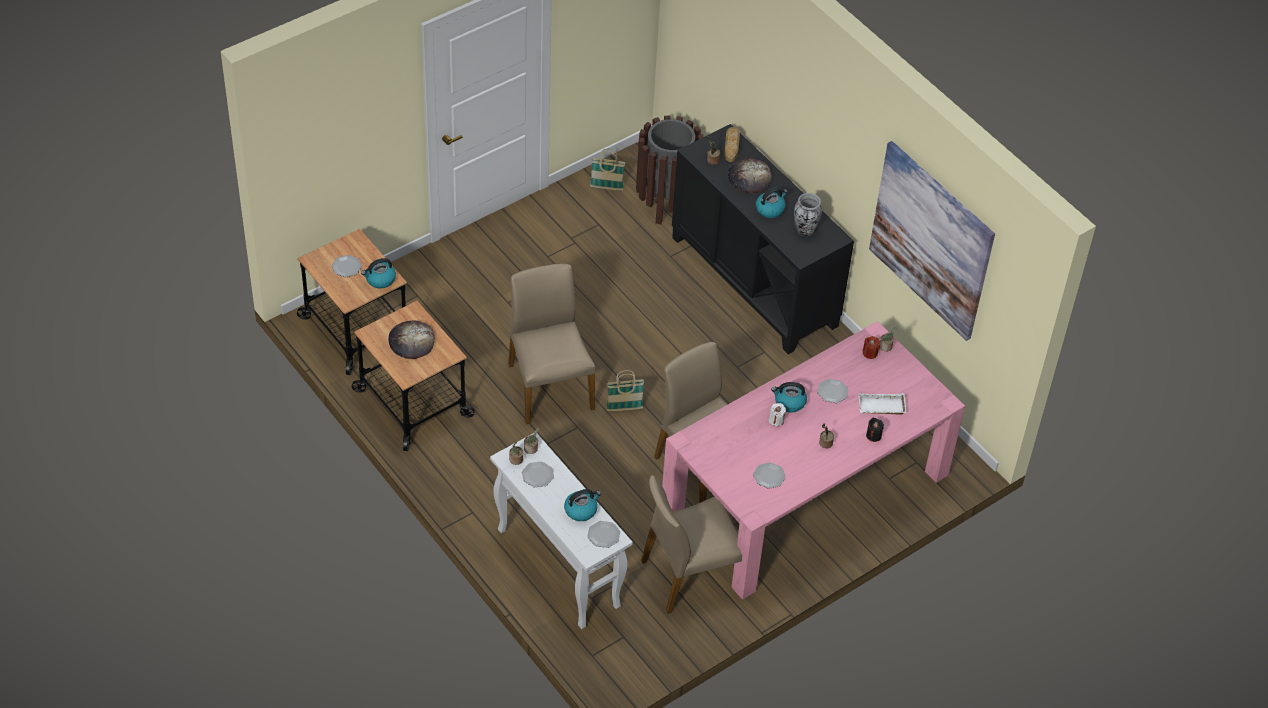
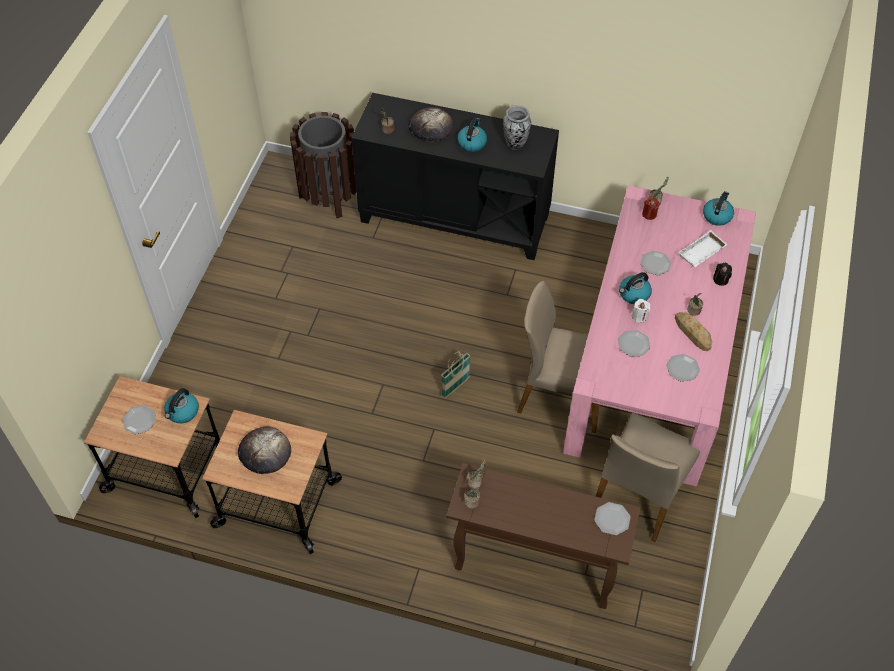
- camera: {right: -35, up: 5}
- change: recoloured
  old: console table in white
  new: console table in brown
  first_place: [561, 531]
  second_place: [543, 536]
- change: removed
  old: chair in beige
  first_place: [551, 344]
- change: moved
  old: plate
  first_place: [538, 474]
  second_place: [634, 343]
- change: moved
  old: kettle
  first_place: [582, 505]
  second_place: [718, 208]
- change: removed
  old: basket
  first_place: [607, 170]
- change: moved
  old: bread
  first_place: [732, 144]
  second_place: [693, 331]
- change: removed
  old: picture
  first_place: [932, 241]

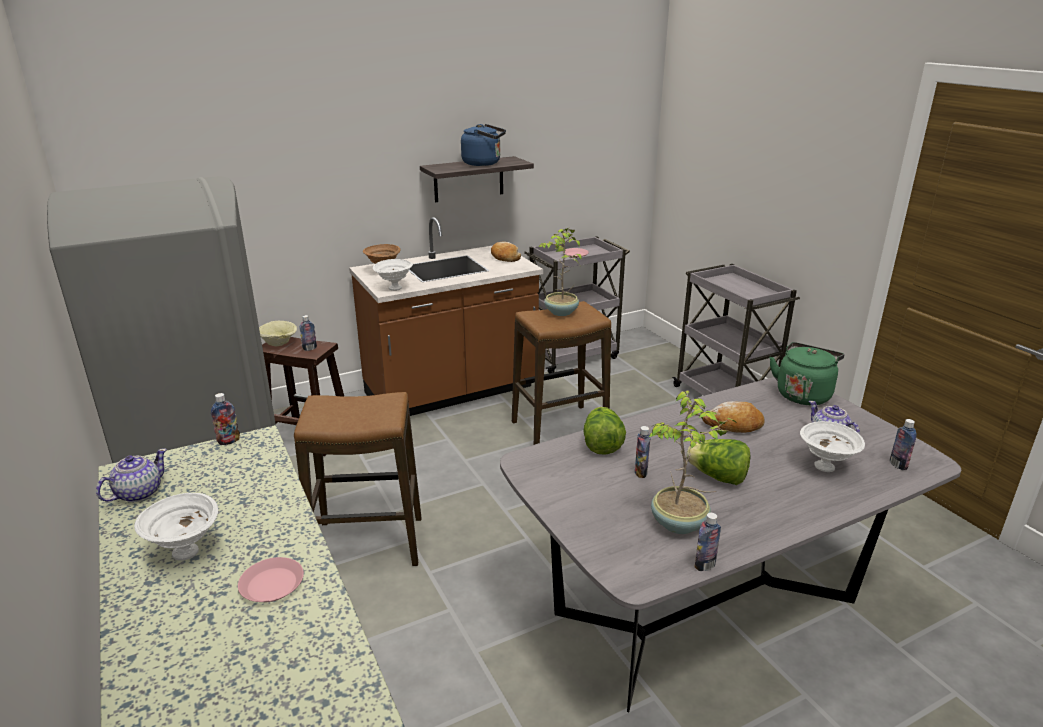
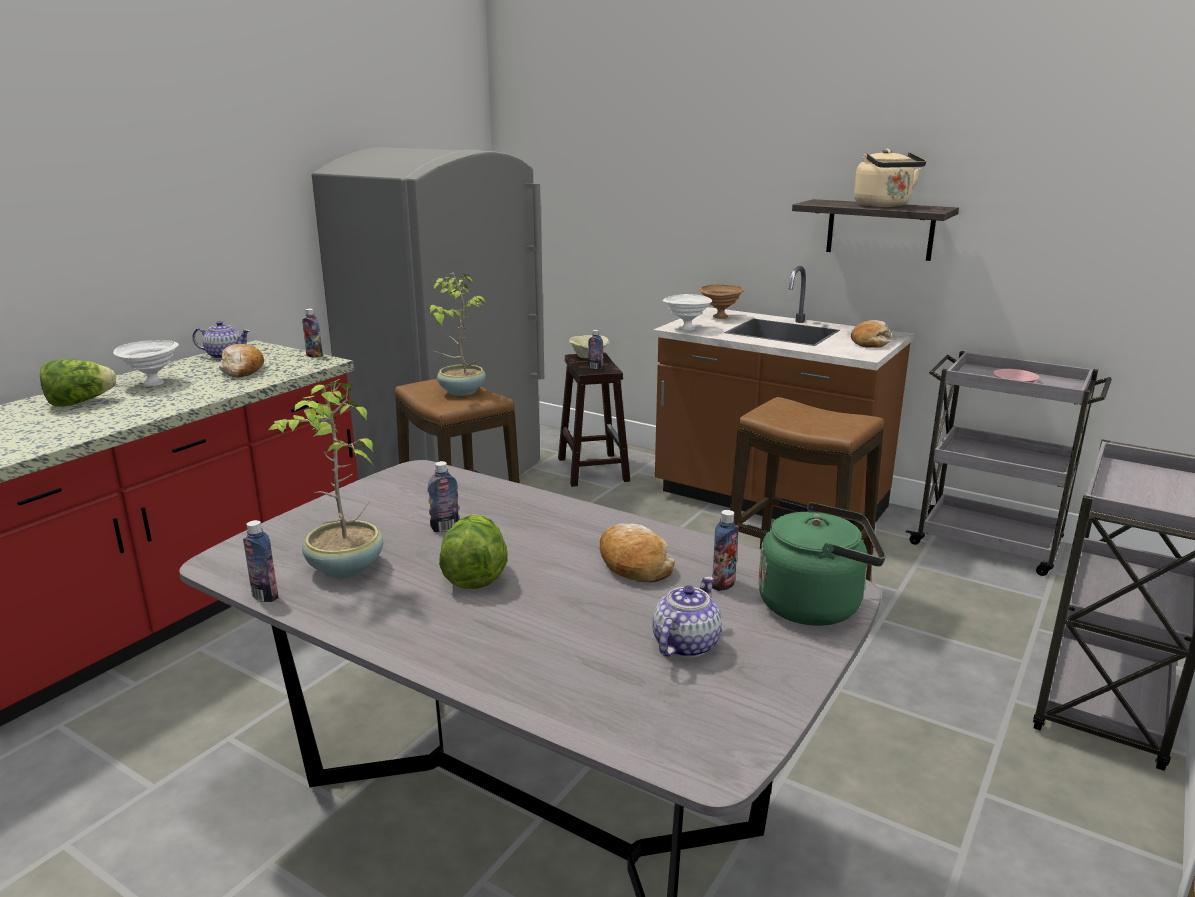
- camera: {right: 60, up: -5}
- change: removed
  old: plate in pink
  first_place: [271, 579]
- change: recoloured
  old: kettle in blue
  new: kettle in beige
  first_place: [483, 145]
  second_place: [890, 178]
- change: moved
  old: potted plant
  first_place: [559, 271]
  second_place: [458, 334]
- change: moved
  old: lettuce
  first_place: [605, 431]
  second_place: [78, 382]
- change: removed
  old: bowl in white
  first_place: [832, 446]
- change: moved
  old: bottle
  first_place: [903, 444]
  second_place: [725, 550]
- change: added
  new: bread
  second_place: [241, 361]

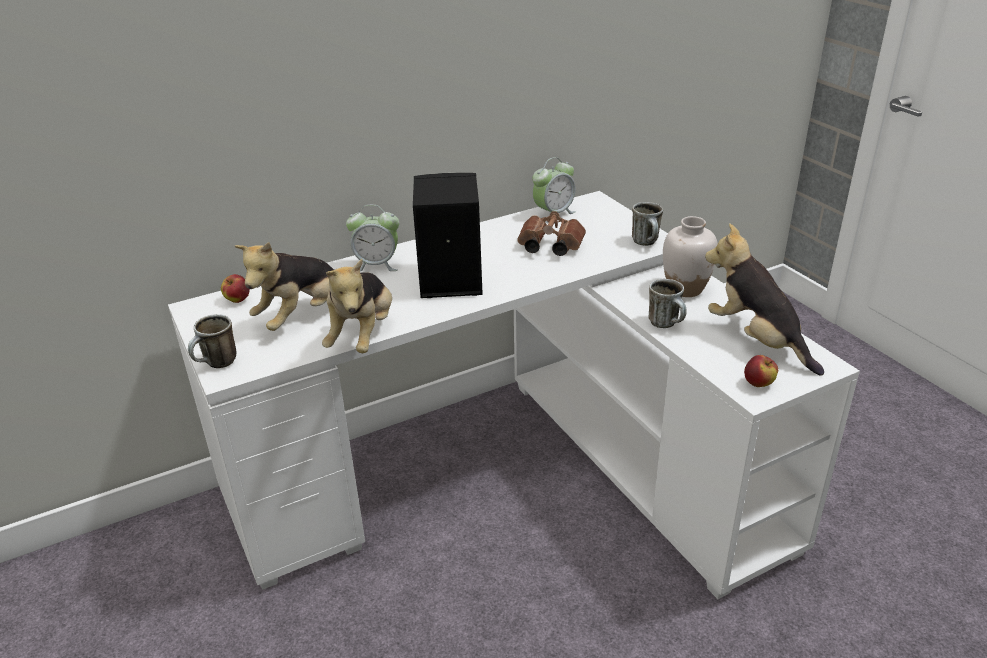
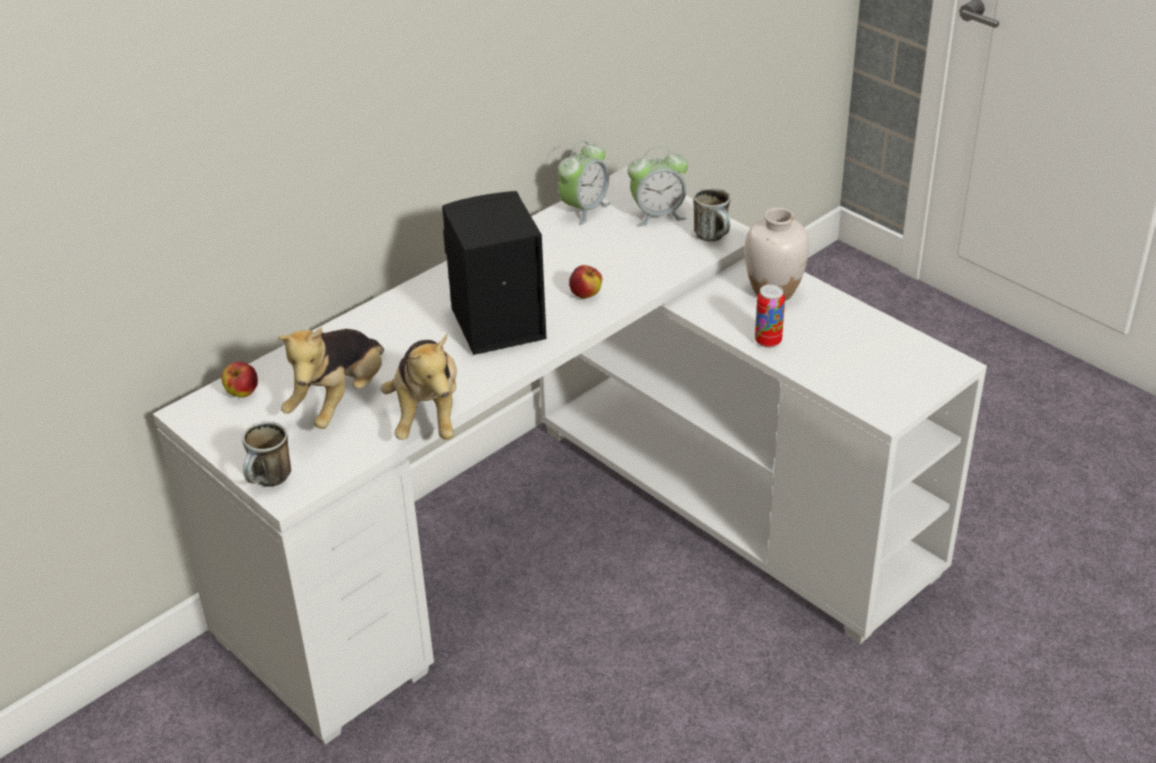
- camera: {right: -15, up: 5}
- change: moved
  old: alarm clock
  first_place: [372, 238]
  second_place: [657, 186]
- change: removed
  old: binoculars in brown
  first_place: [551, 233]
- change: replaced
  old: mug
  new: can
  first_place: [667, 303]
  second_place: [770, 316]
- change: removed
  old: plush toy
  first_place: [764, 300]
- change: moved
  old: apple
  first_place: [761, 371]
  second_place: [585, 282]

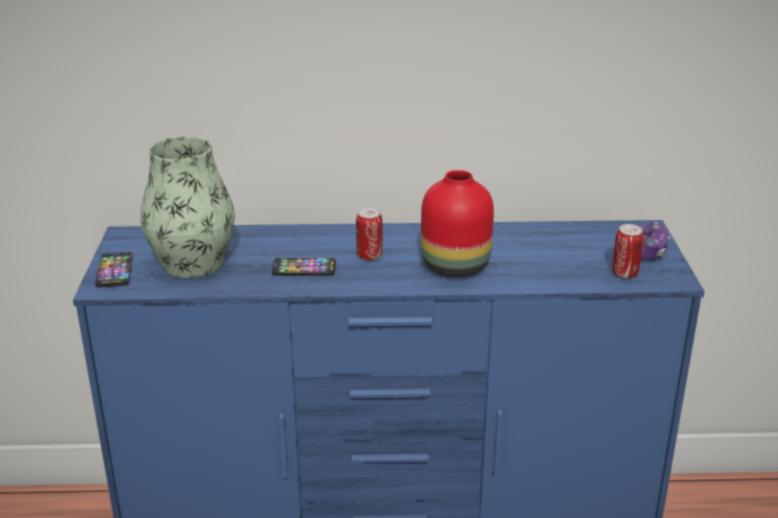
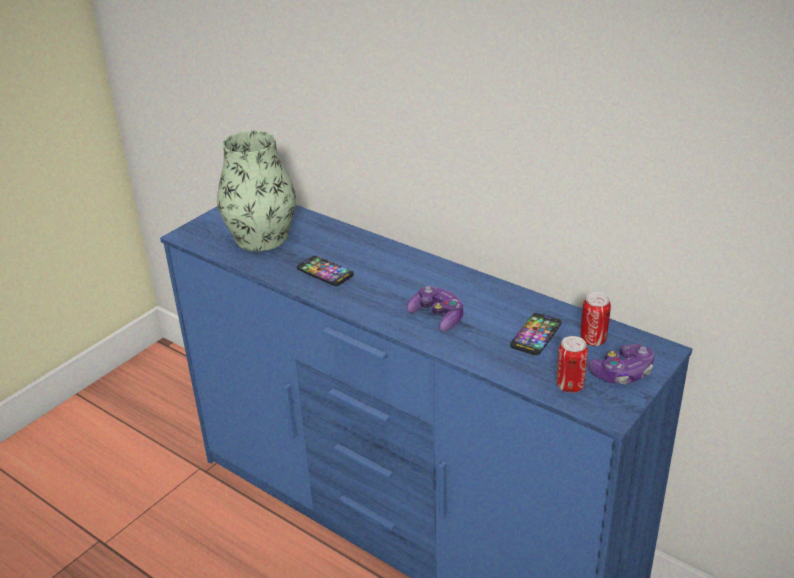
- camera: {right: 40, up: 5}
- change: moved
  old: phone
  first_place: [114, 269]
  second_place: [536, 334]
- change: moved
  old: can
  first_place: [369, 234]
  second_place: [596, 319]
- change: replaced
  old: vase in red
  new: game controller
  first_place: [457, 223]
  second_place: [434, 308]

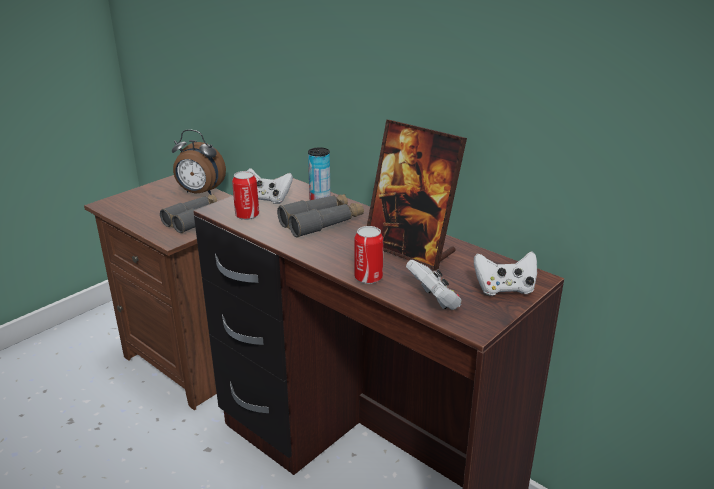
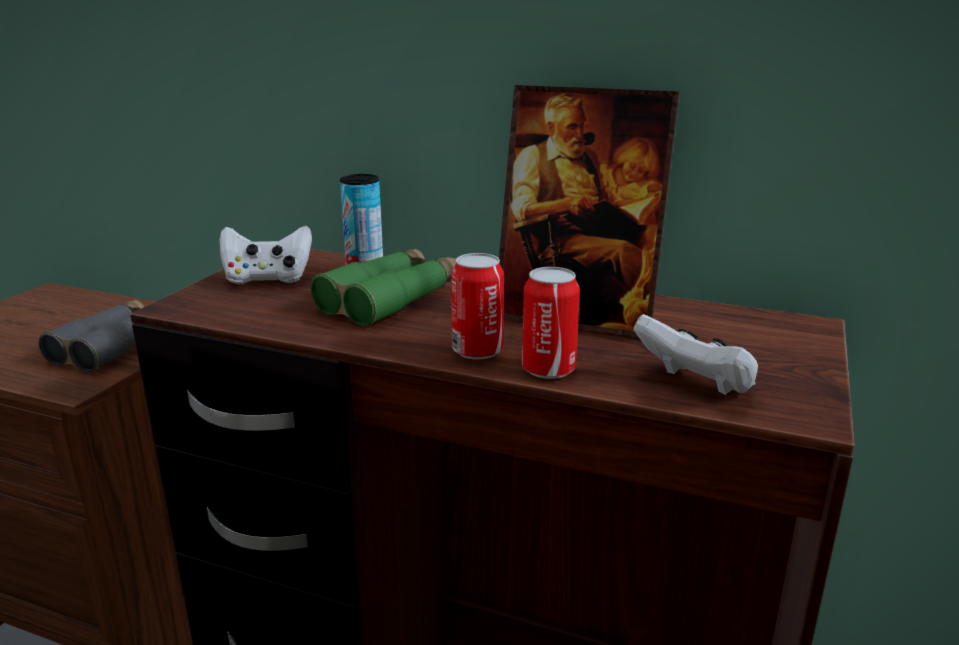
- camera: {right: -20, up: -5}
- change: removed
  old: alarm clock
  first_place: [199, 162]
- change: moved
  old: can
  first_place: [245, 195]
  second_place: [477, 306]
- change: recoloured
  old: binoculars in grey
  new: binoculars in green
  first_place: [320, 216]
  second_place: [383, 288]
- change: removed
  old: game controller in white
  first_place: [505, 273]

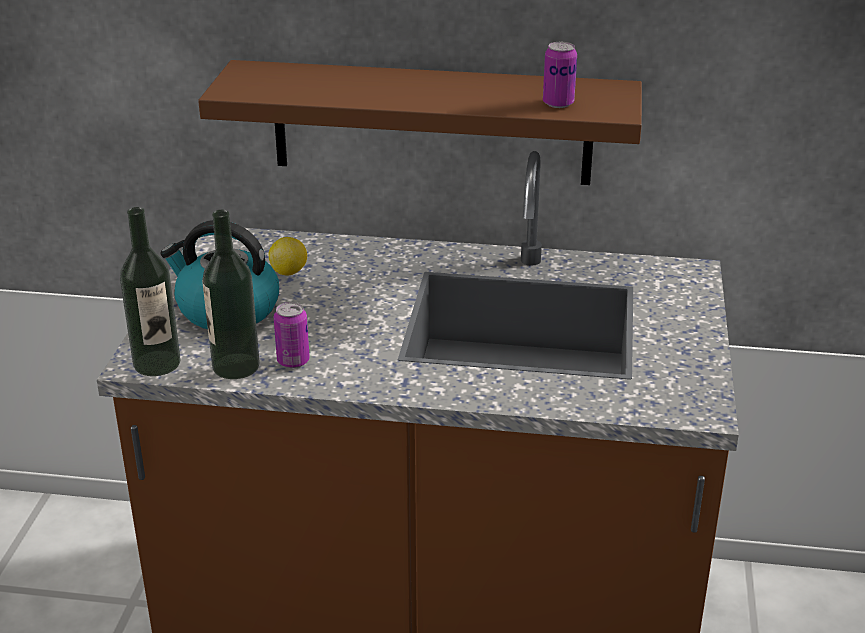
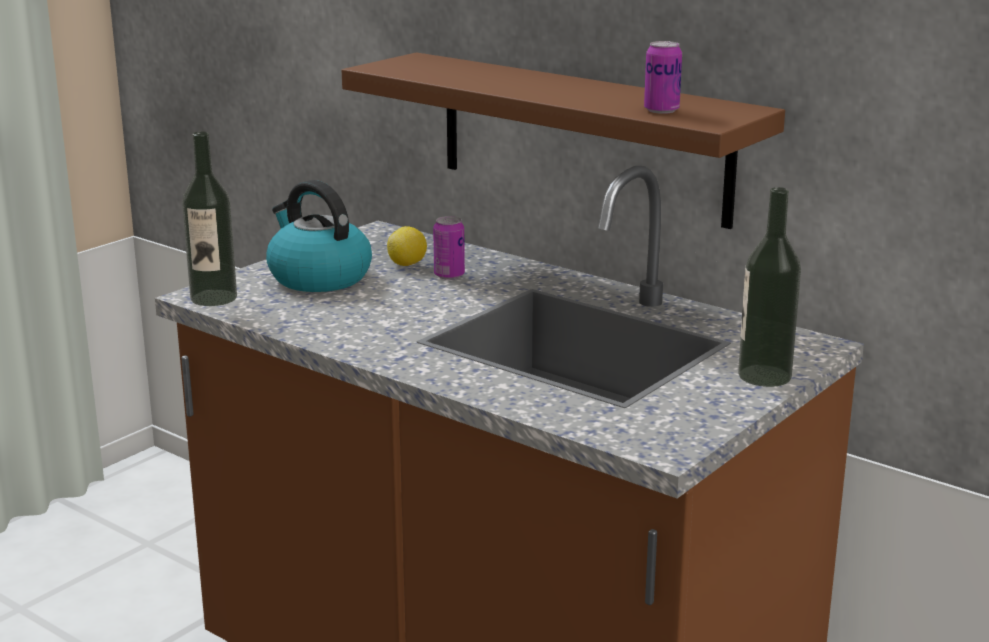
- camera: {right: 30, up: -10}
- change: moved
  old: bottle
  first_place: [231, 294]
  second_place: [769, 287]
- change: moved
  old: can
  first_place: [292, 335]
  second_place: [449, 248]

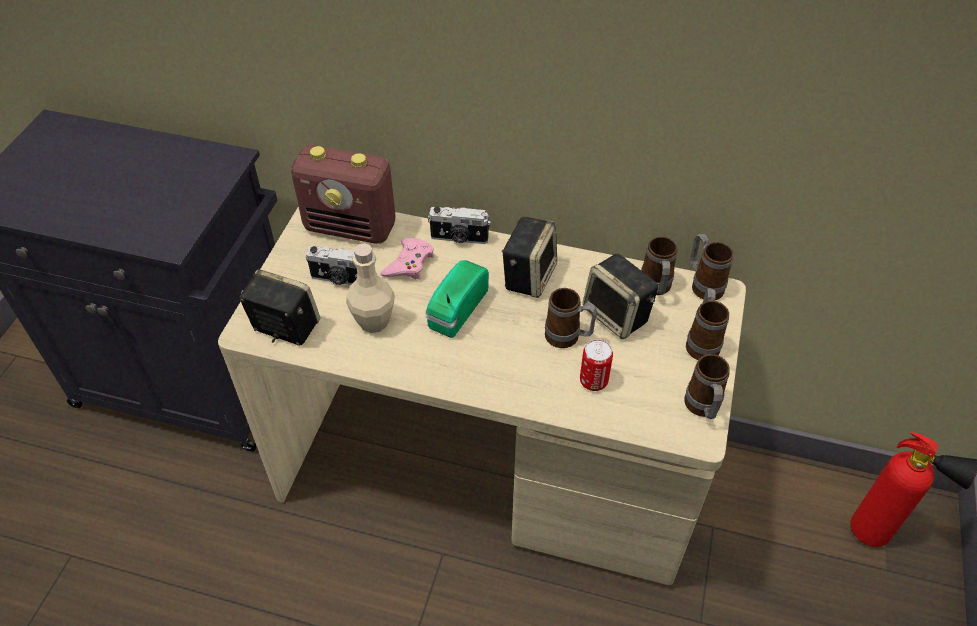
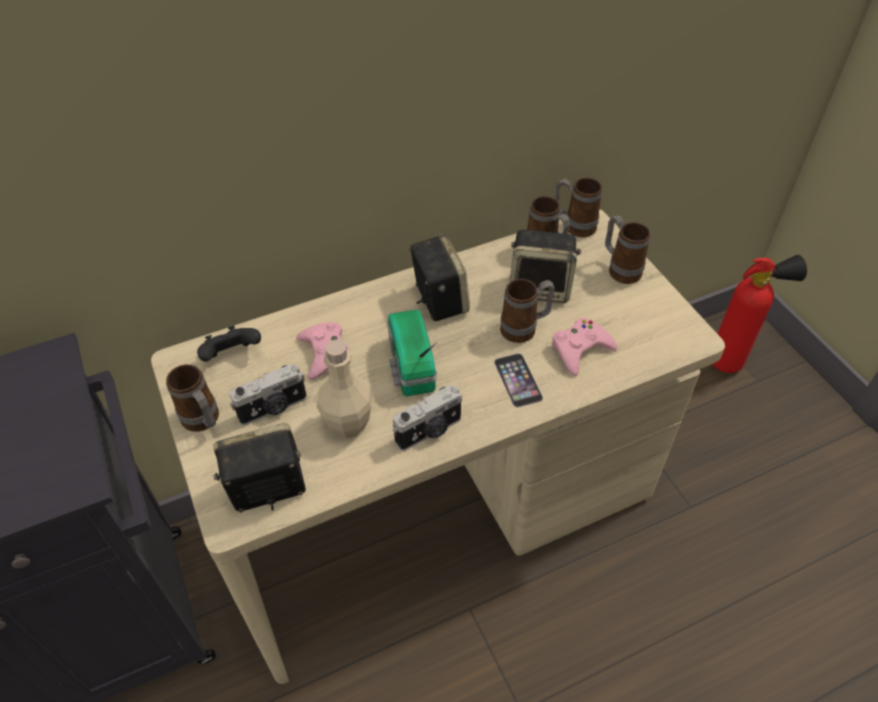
- camera: {right: -40, up: 0}
- change: replaced
  old: radio
  new: game controller in black
  first_place: [343, 194]
  second_place: [229, 344]
- change: moved
  old: photo camera
  first_place: [459, 225]
  second_place: [427, 418]
- change: replaced
  old: can
  new: game controller in pink
  first_place: [596, 365]
  second_place: [584, 347]
- change: moved
  old: mug
  first_place: [707, 386]
  second_place: [192, 398]
- change: added
  new: phone
  second_place: [518, 380]

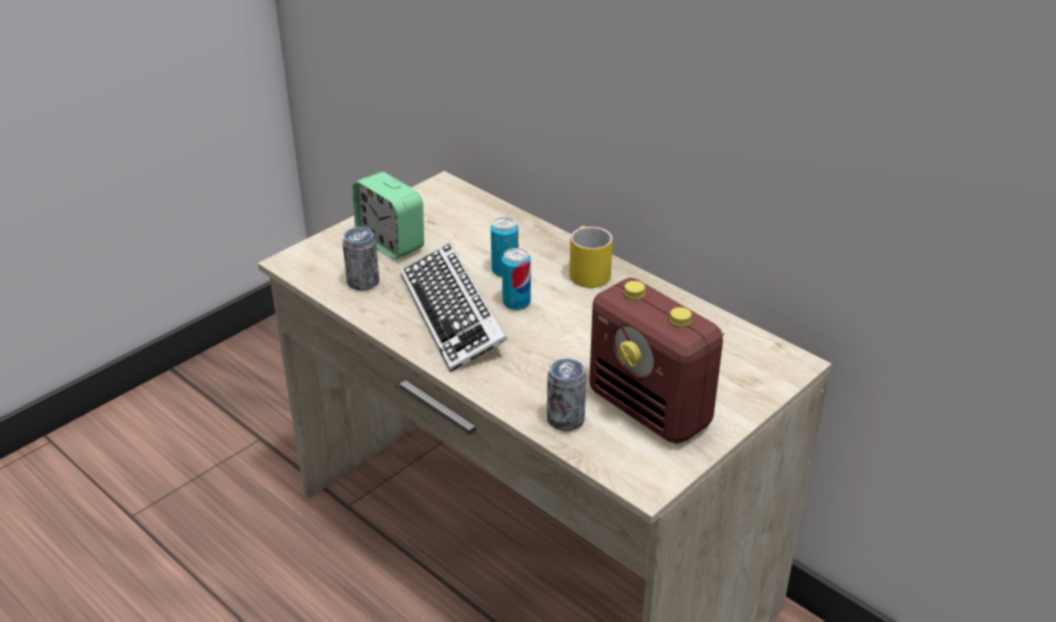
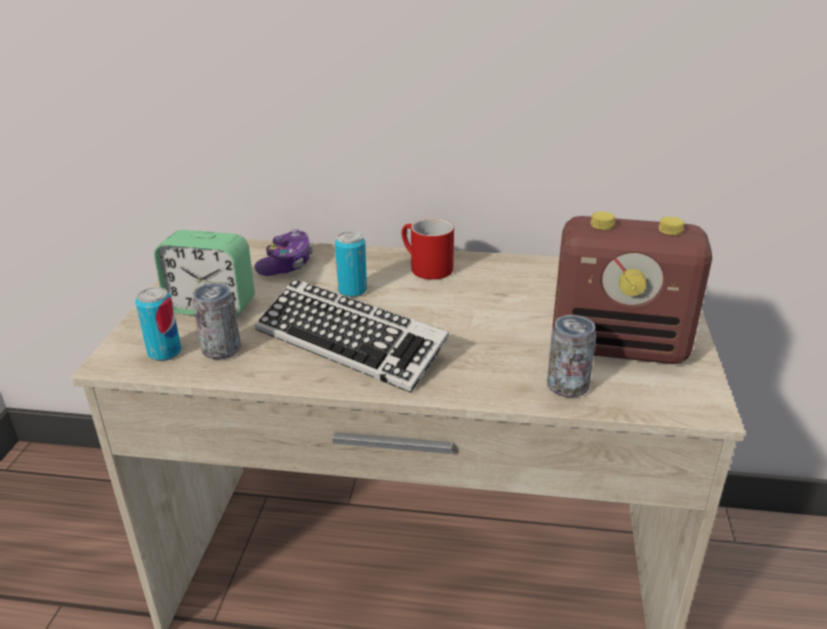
- camera: {right: -35, up: -5}
- change: moved
  old: can
  first_place: [516, 279]
  second_place: [158, 324]
- change: recoloured
  old: mug in yellow
  new: mug in red
  first_place: [591, 257]
  second_place: [428, 249]
- change: added
  new: game controller
  second_place: [284, 252]

